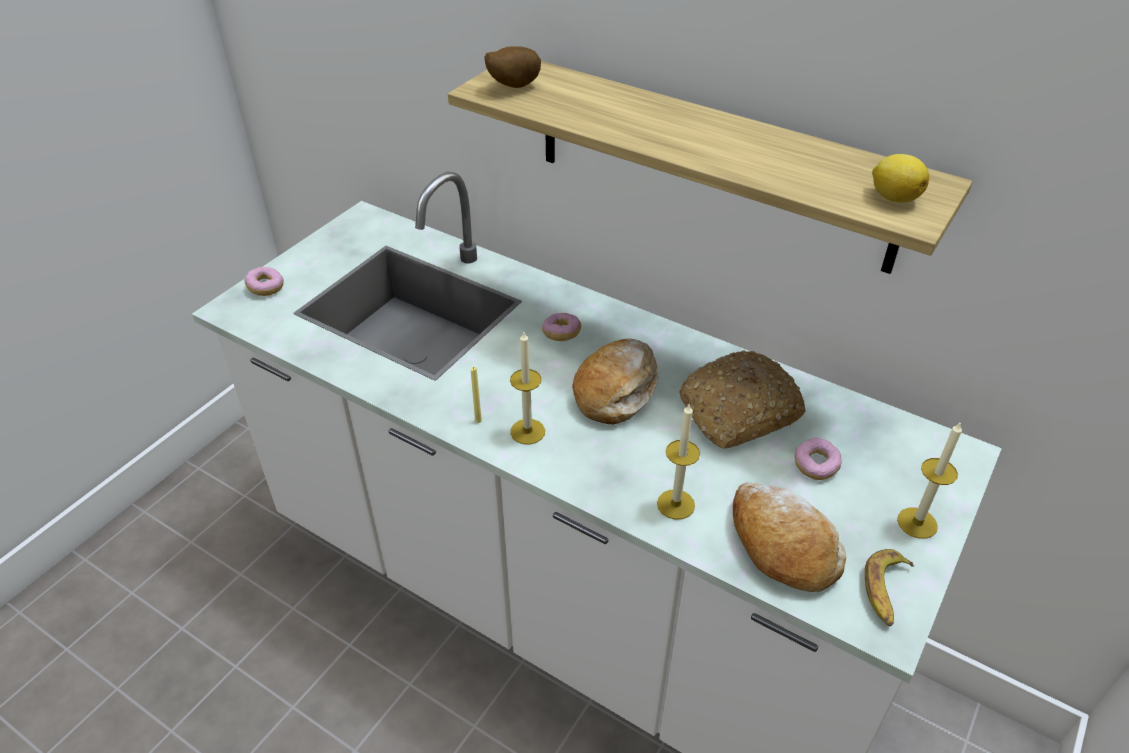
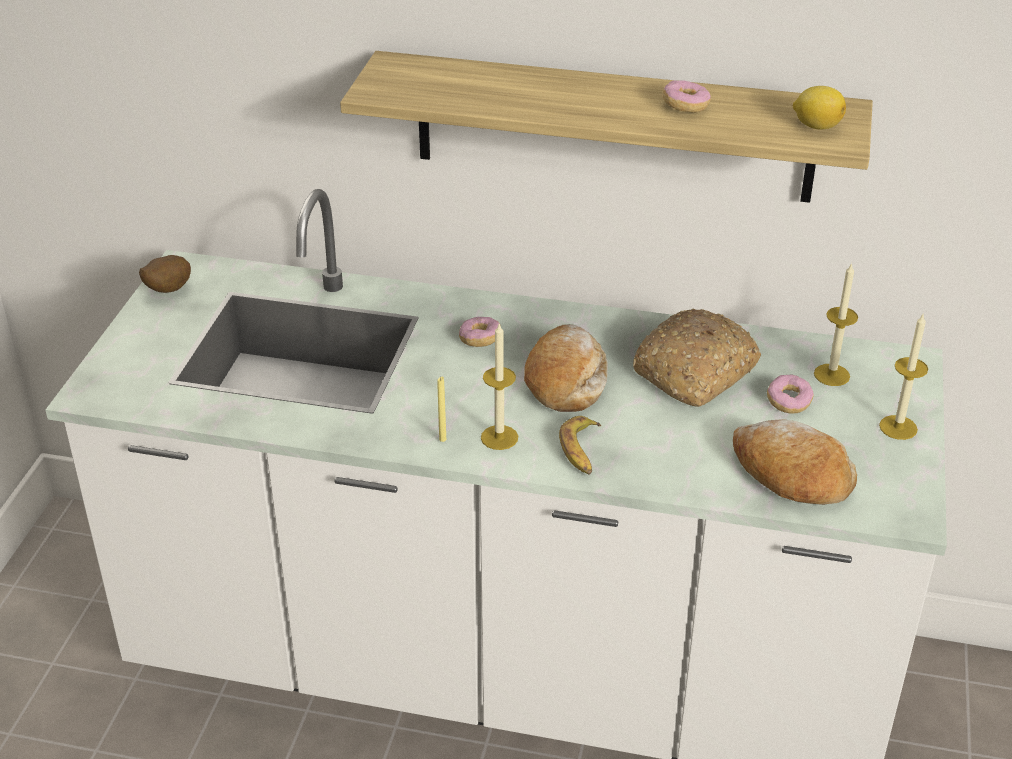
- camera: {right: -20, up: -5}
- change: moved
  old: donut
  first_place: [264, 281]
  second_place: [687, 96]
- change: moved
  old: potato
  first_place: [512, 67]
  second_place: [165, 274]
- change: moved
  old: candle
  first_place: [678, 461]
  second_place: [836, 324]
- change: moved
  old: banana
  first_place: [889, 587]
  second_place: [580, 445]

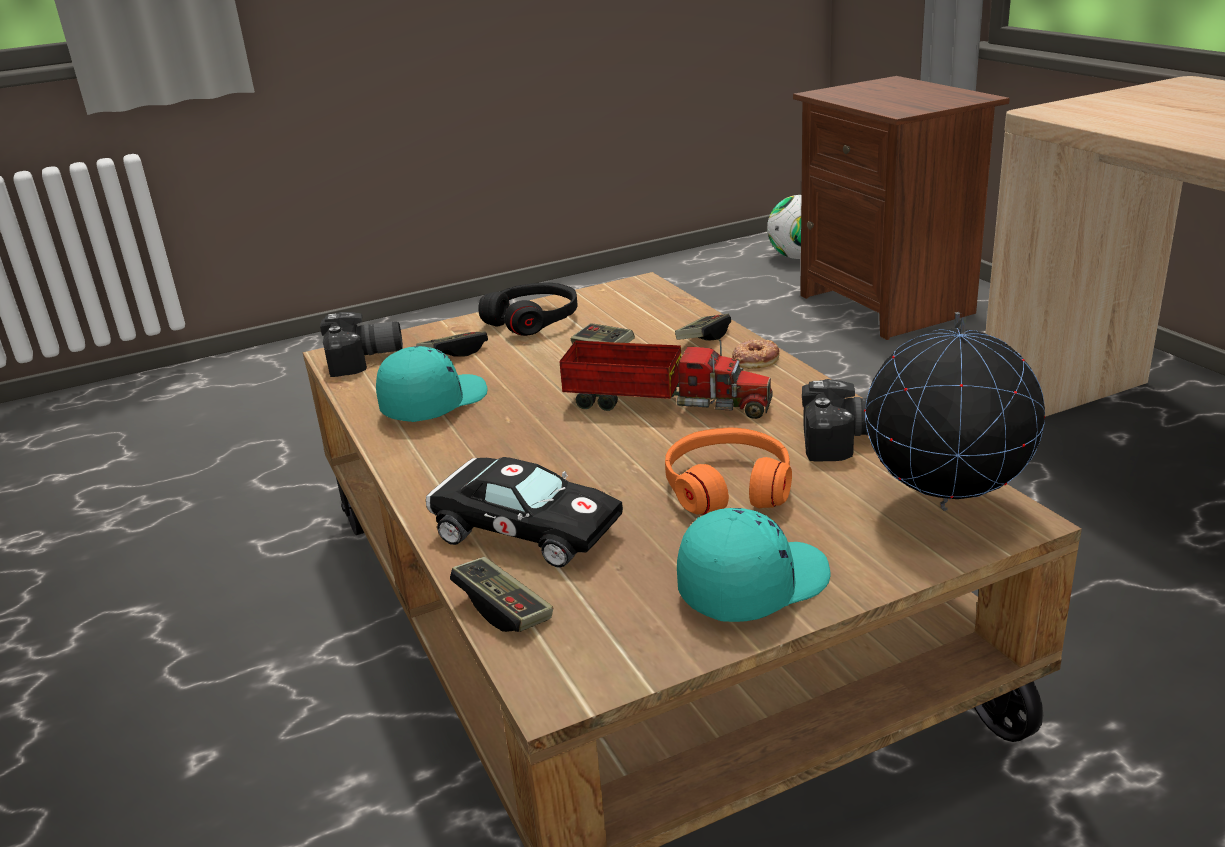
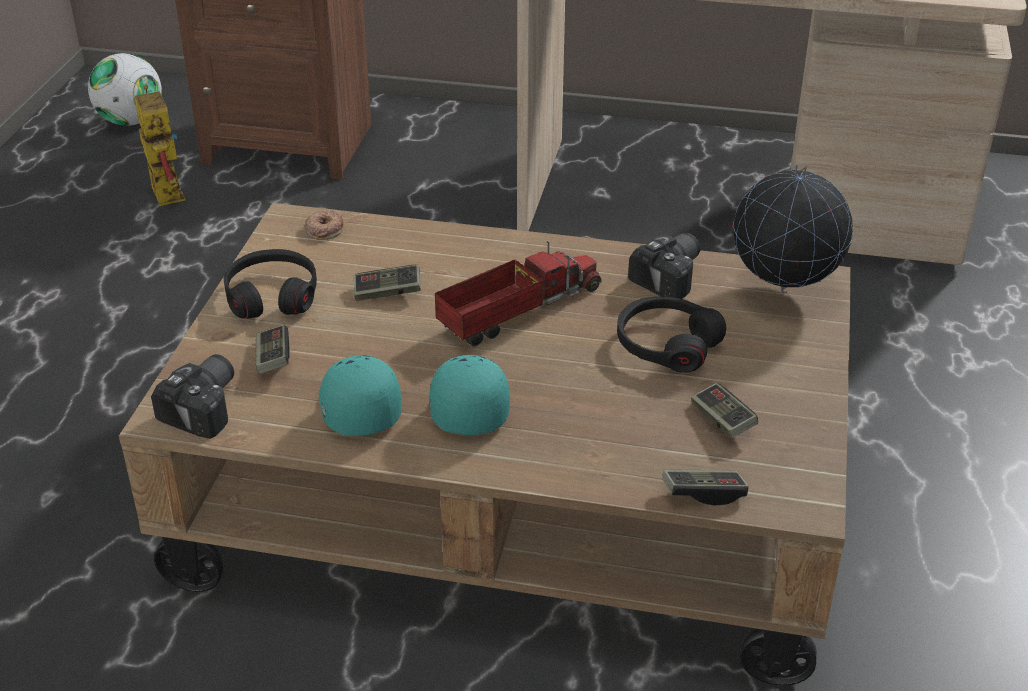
- camera: {right: -55, up: 10}
- change: removed
  old: toy car in black
  first_place: [524, 512]
- change: recoloured
  old: headphones in orange
  new: headphones in black
  first_place: [728, 471]
  second_place: [671, 335]
- change: moved
  old: game controller
  first_place: [703, 327]
  second_place: [724, 410]
- change: moved
  old: cap in turquoise
  first_place: [754, 565]
  second_place: [470, 395]
- change: moved
  old: donut
  first_place: [756, 354]
  second_place: [324, 224]
- change: added
  new: toy robot
  second_place: [155, 145]

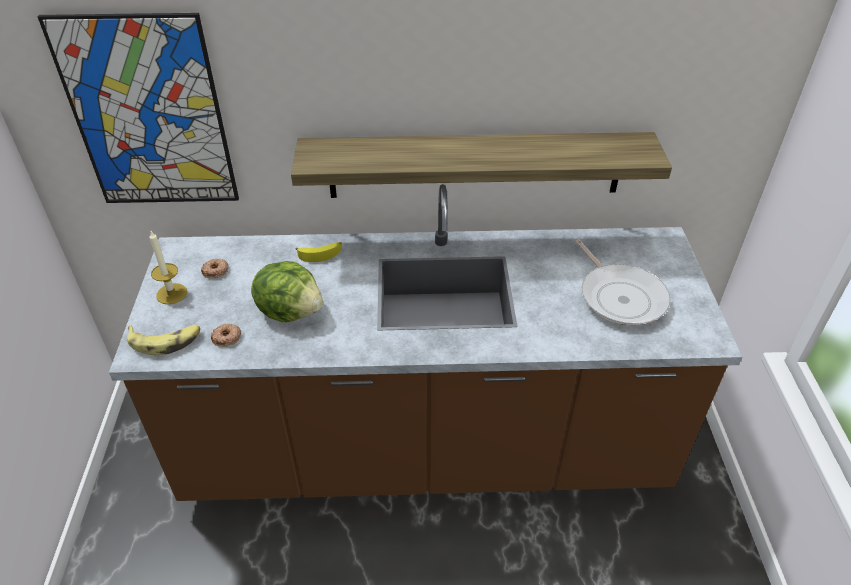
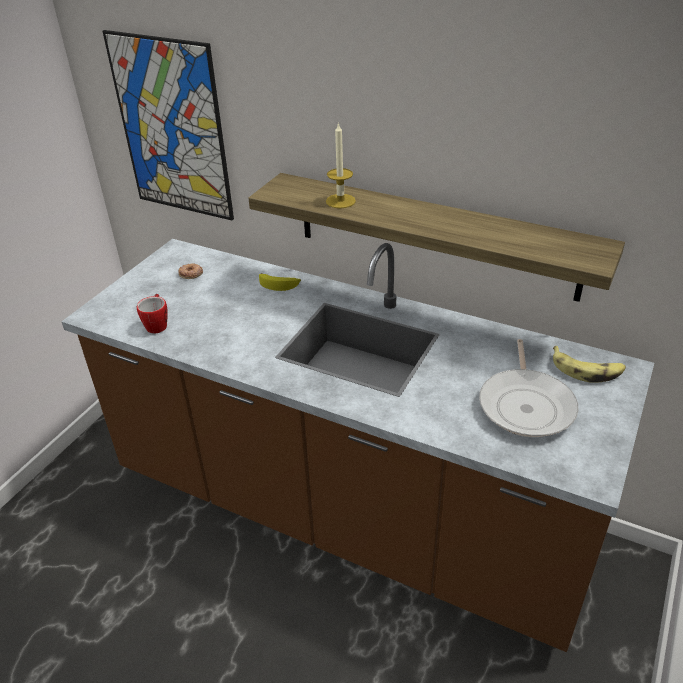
- camera: {right: 30, up: -5}
- change: moved
  old: banana
  first_place: [163, 340]
  second_place: [589, 364]
- change: moved
  old: candle
  first_place: [168, 267]
  second_place: [341, 165]
- change: replaced
  old: donut
  new: mug
  first_place: [226, 335]
  second_place: [152, 314]
- change: removed
  old: lettuce
  first_place: [287, 291]

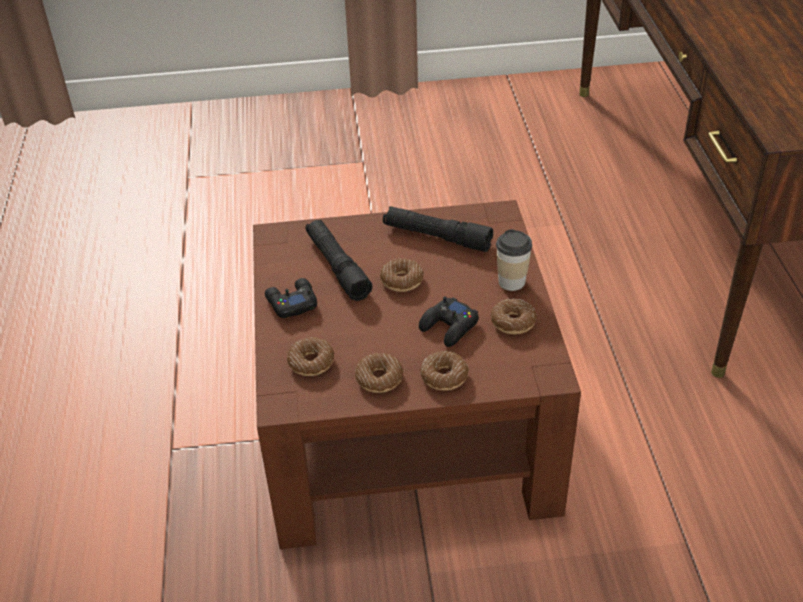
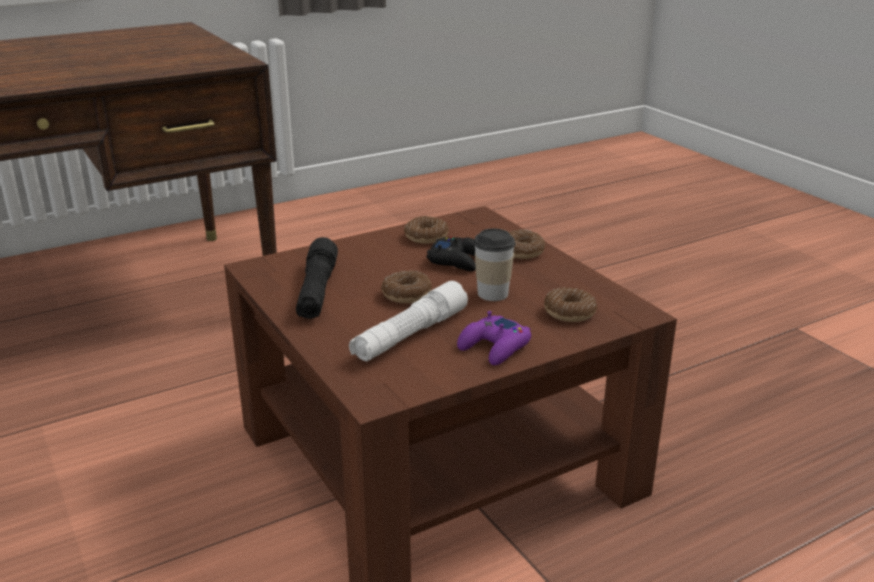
- camera: {right: -115, up: -15}
- change: recoloured
  old: game controller in black
  new: game controller in purple
  first_place: [291, 298]
  second_place: [494, 338]
- change: recoloured
  old: flashlight in black
  new: flashlight in white
  first_place: [339, 260]
  second_place: [408, 321]
- change: removed
  old: donut
  first_place: [379, 373]
- change: moved
  old: cup
  first_place: [514, 260]
  second_place: [494, 264]

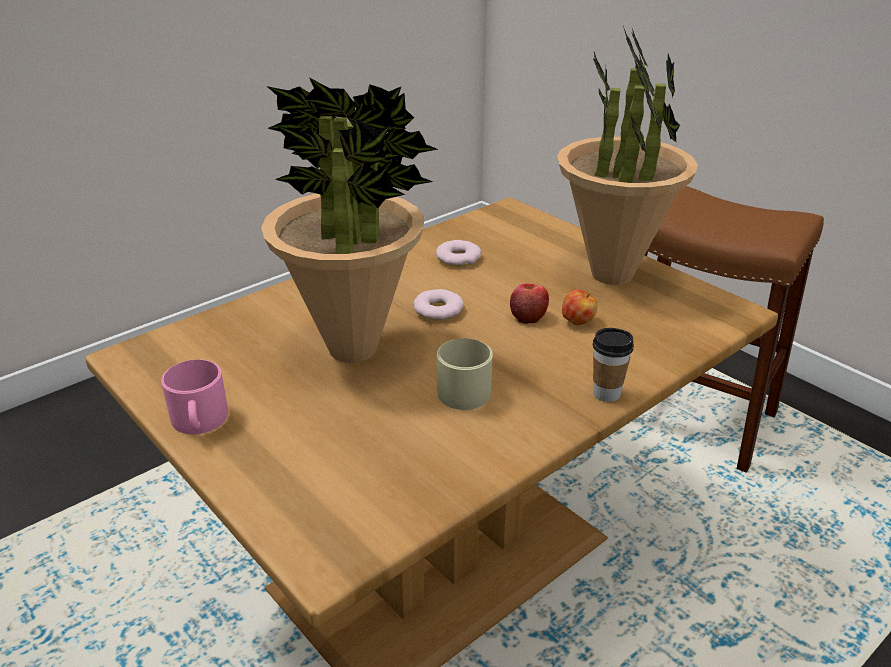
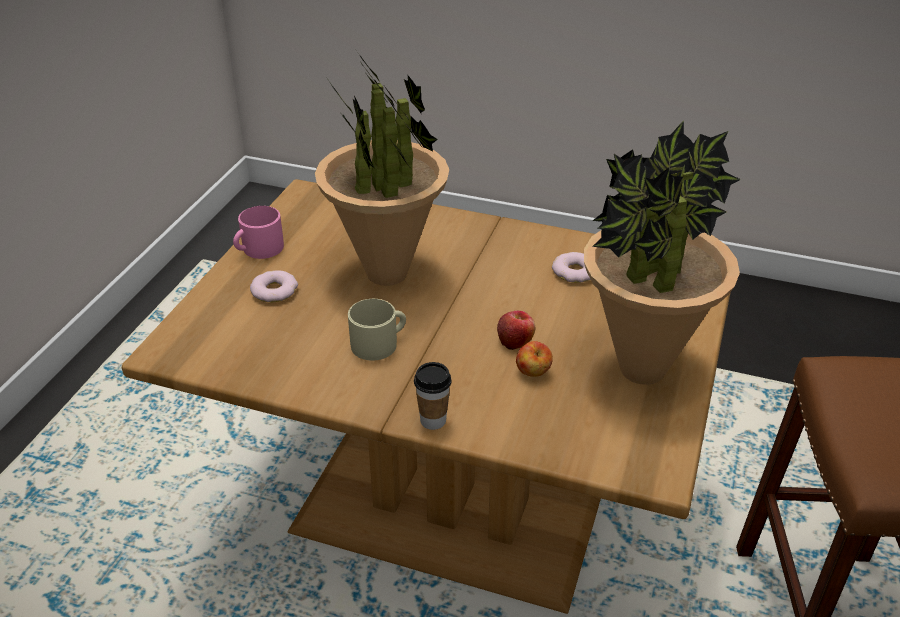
- camera: {right: 60, up: 5}
- change: moved
  old: donut
  first_place: [438, 305]
  second_place: [274, 286]

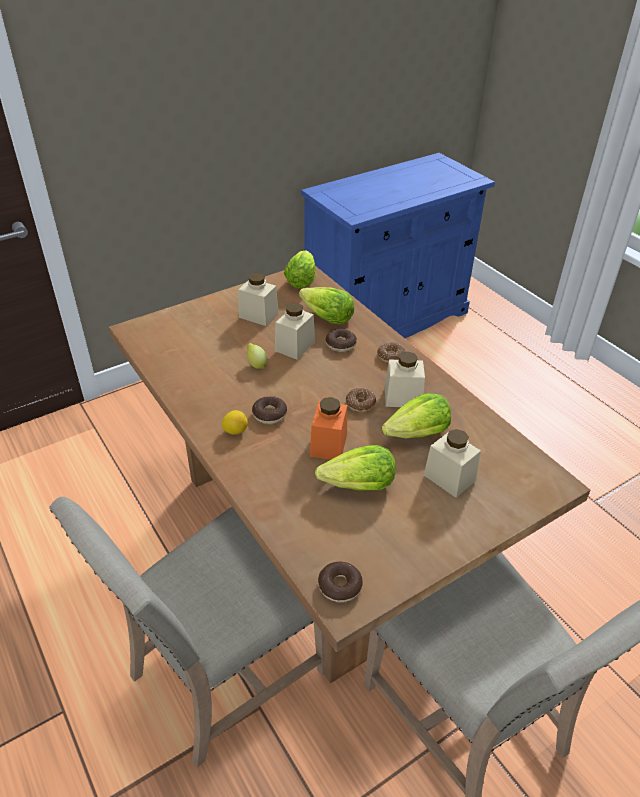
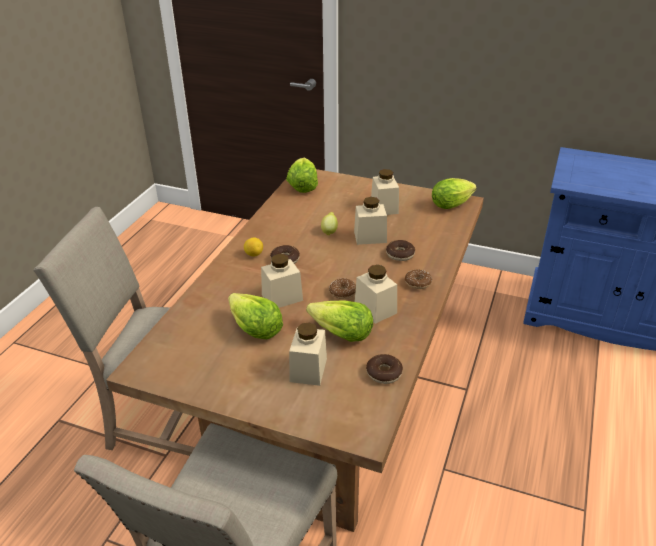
- camera: {right: 55, up: -5}
- change: moved
  old: lettuce
  first_place: [326, 305]
  second_place: [302, 175]
- change: recoloured
  old: jar in orange
  new: jar in beige
  first_place: [328, 428]
  second_place: [282, 281]
- change: moved
  old: donut
  first_place: [340, 582]
  second_place: [384, 369]

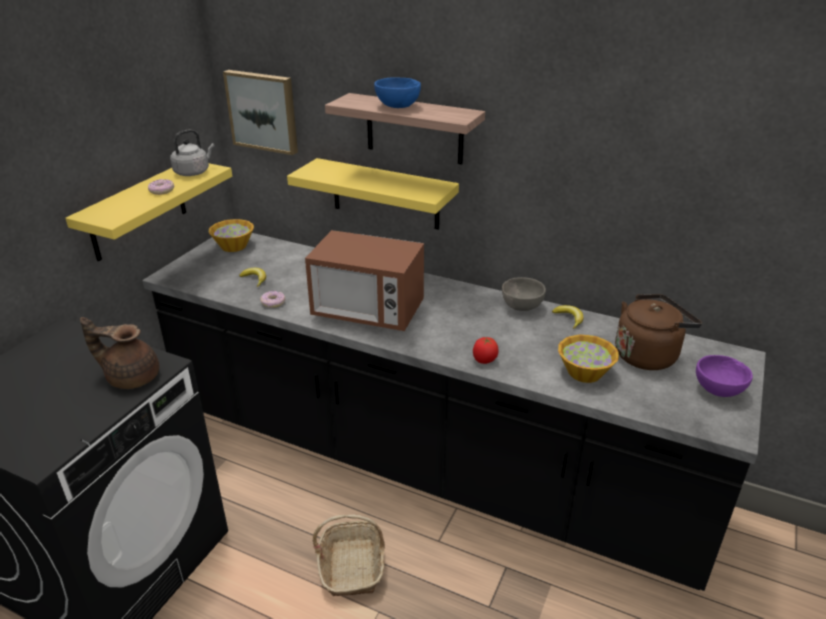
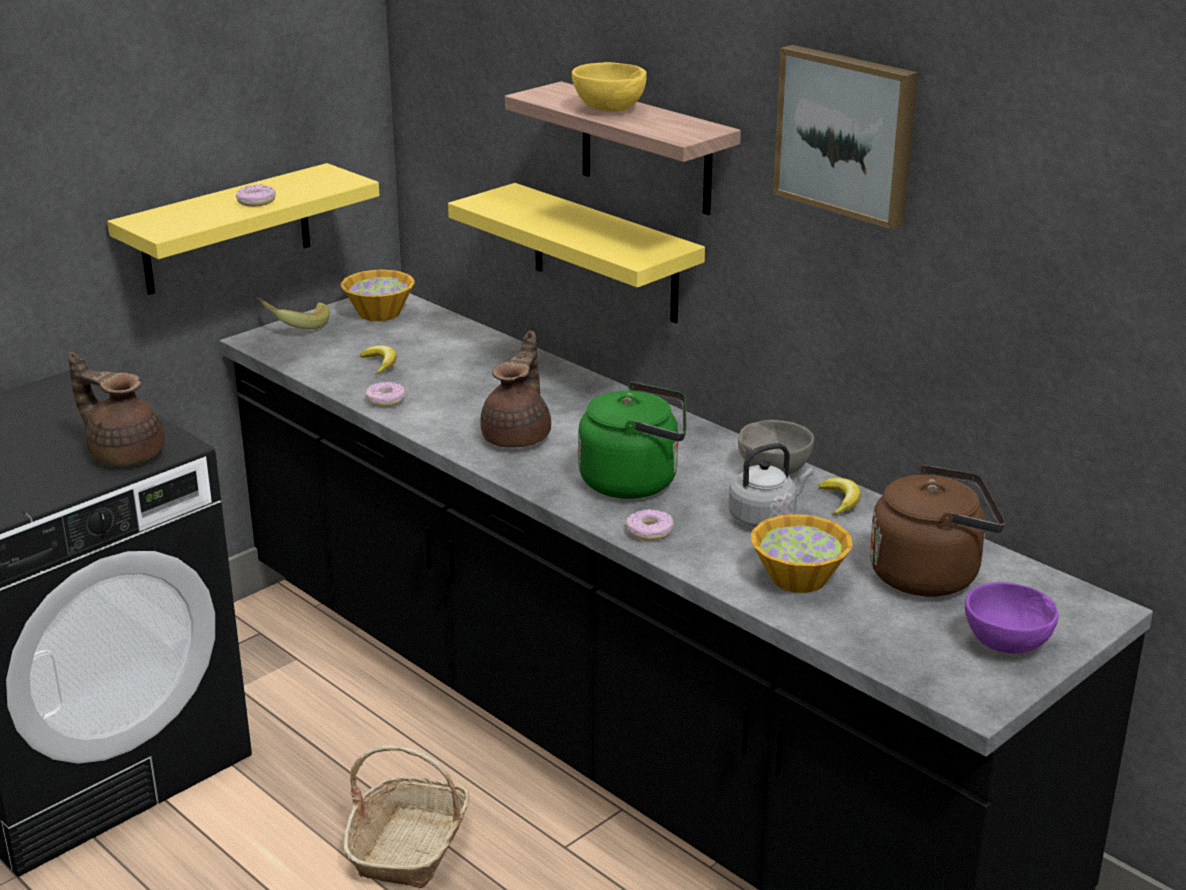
- camera: {right: 20, up: -5}
- change: moved
  old: kettle in grey
  first_place: [192, 152]
  second_place: [770, 485]
- change: moved
  old: picture
  first_place: [260, 112]
  second_place: [845, 137]
- change: replaced
  old: microwave
  new: teapot in brown
  first_place: [364, 280]
  second_place: [515, 389]
- change: recoloured
  old: bowl in blue
  new: bowl in yellow
  first_place: [397, 92]
  second_place: [609, 87]
- change: replaced
  old: tomato
  new: donut
  first_place: [486, 350]
  second_place: [650, 525]
- change: added
  new: banana
  second_place: [293, 313]
- change: added
  new: kettle in green
  second_place: [632, 440]

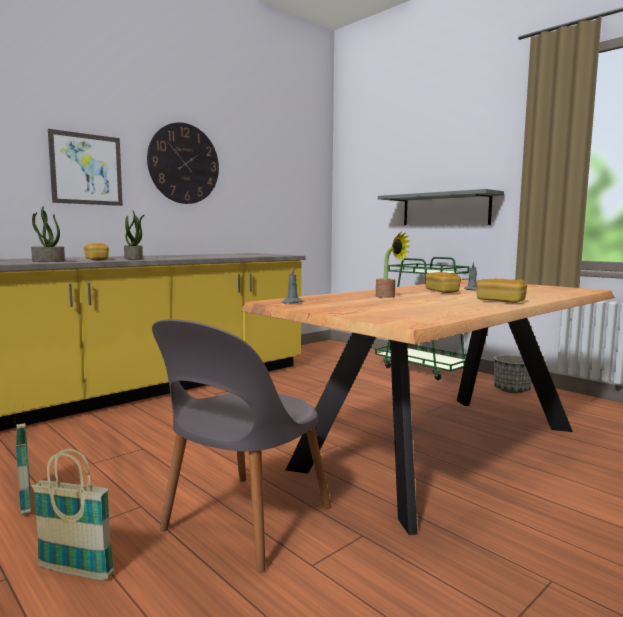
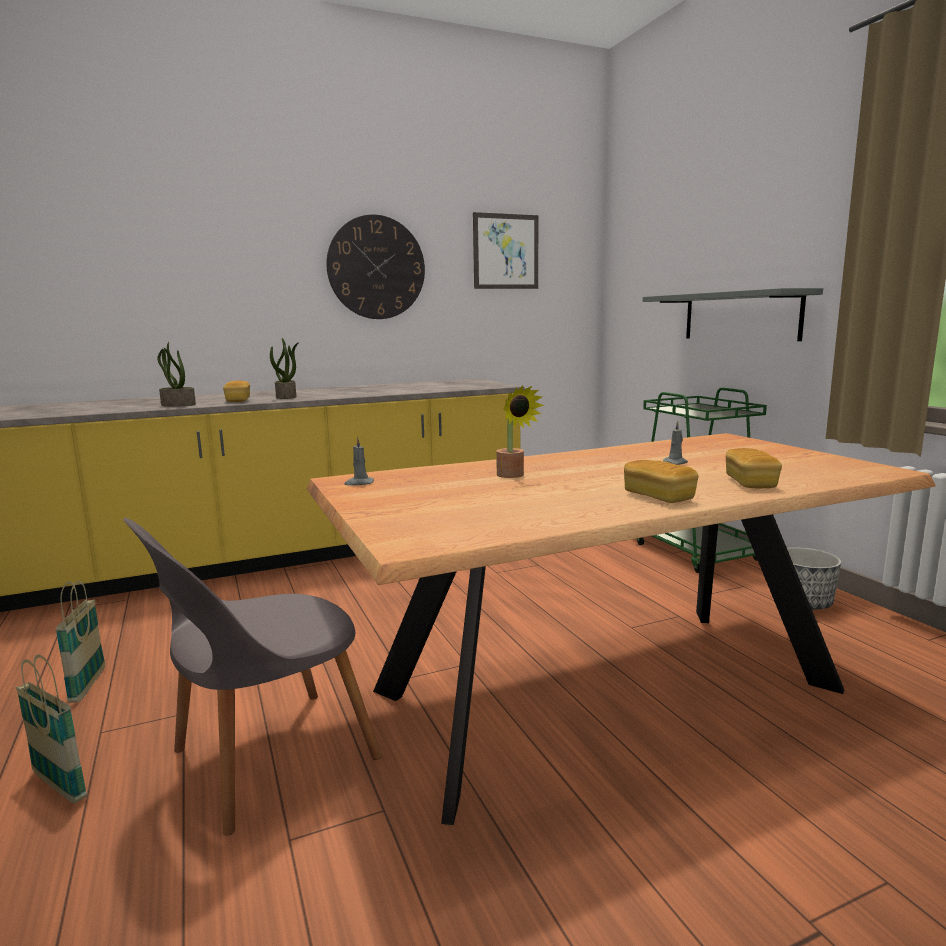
- camera: {right: 20, up: 5}
- change: moved
  old: picture
  first_place: [85, 167]
  second_place: [505, 250]
- change: moved
  old: bread
  first_place: [443, 282]
  second_place: [754, 468]

